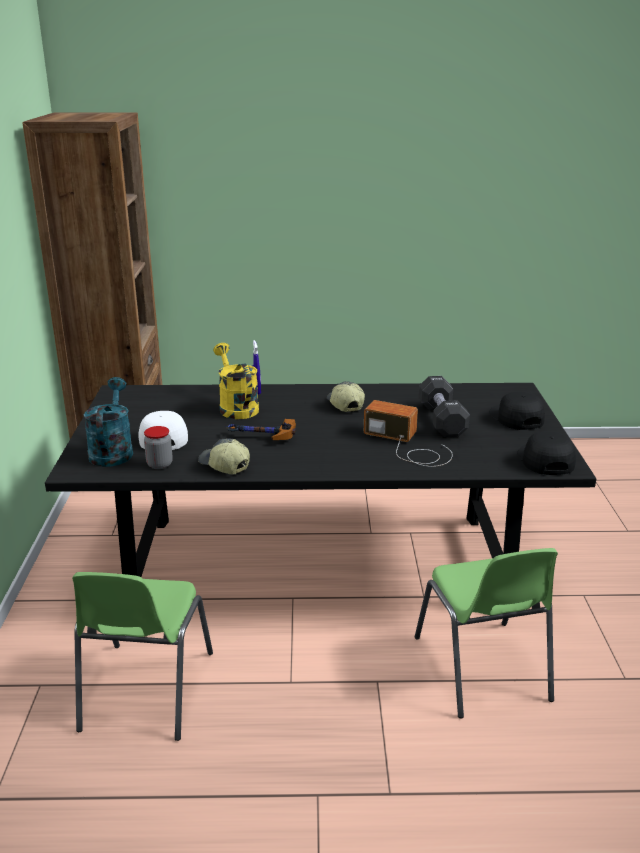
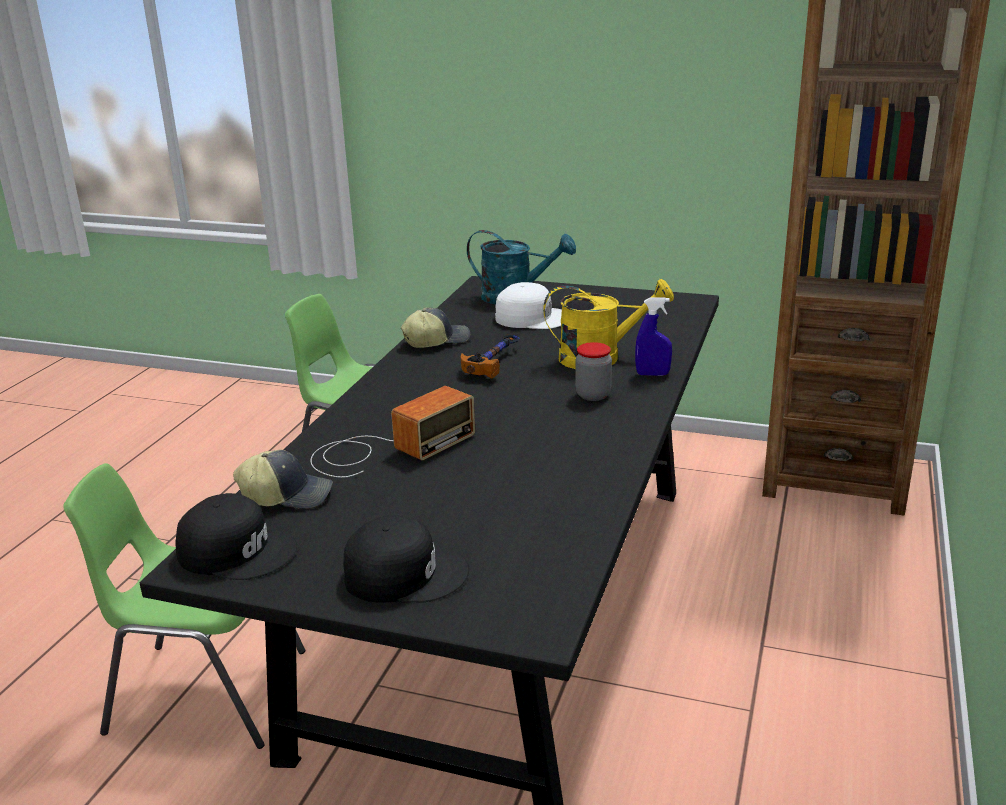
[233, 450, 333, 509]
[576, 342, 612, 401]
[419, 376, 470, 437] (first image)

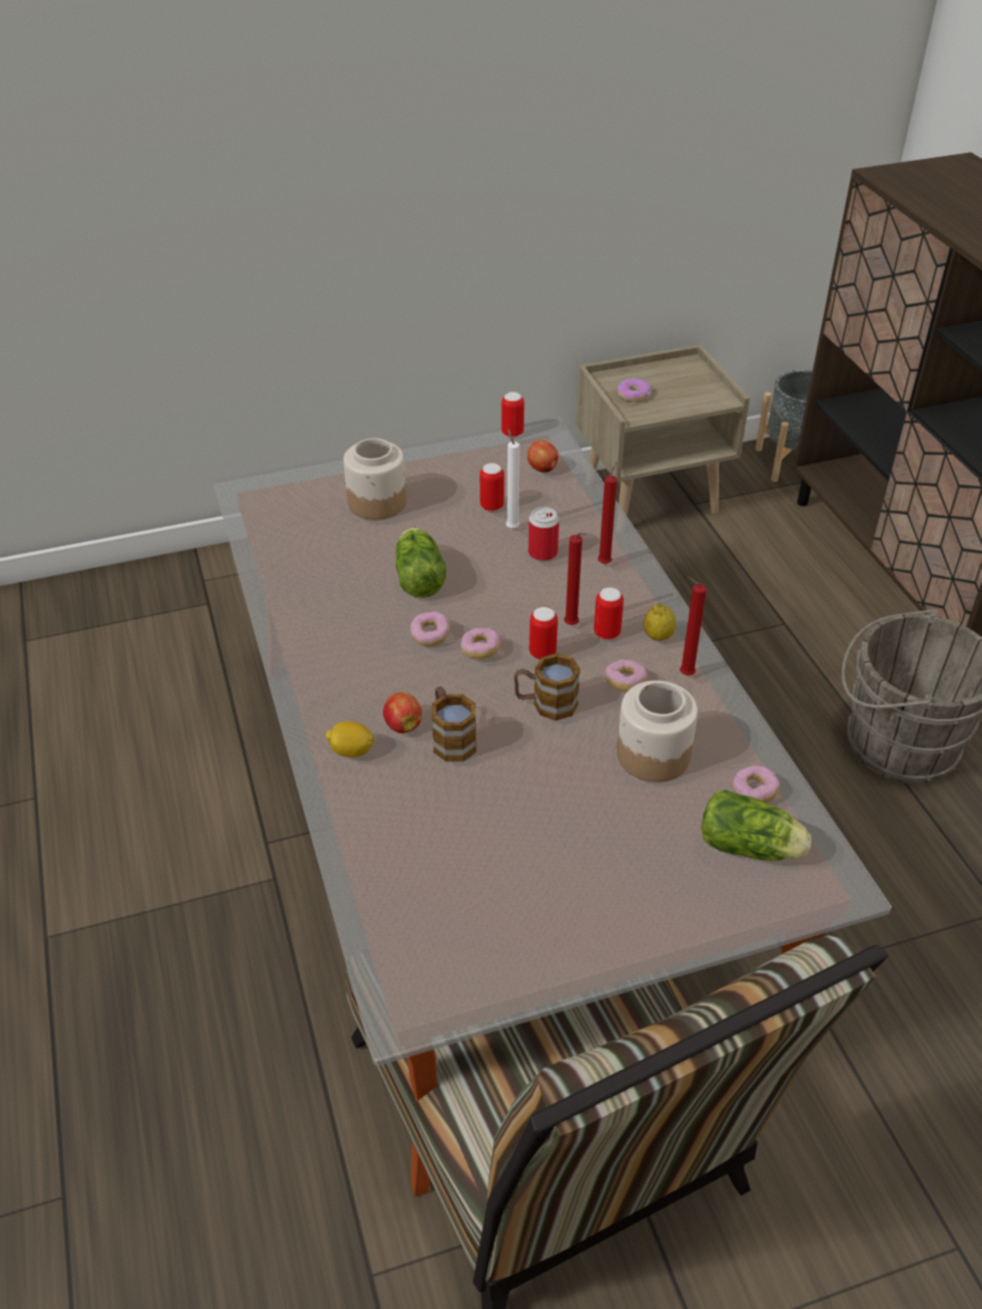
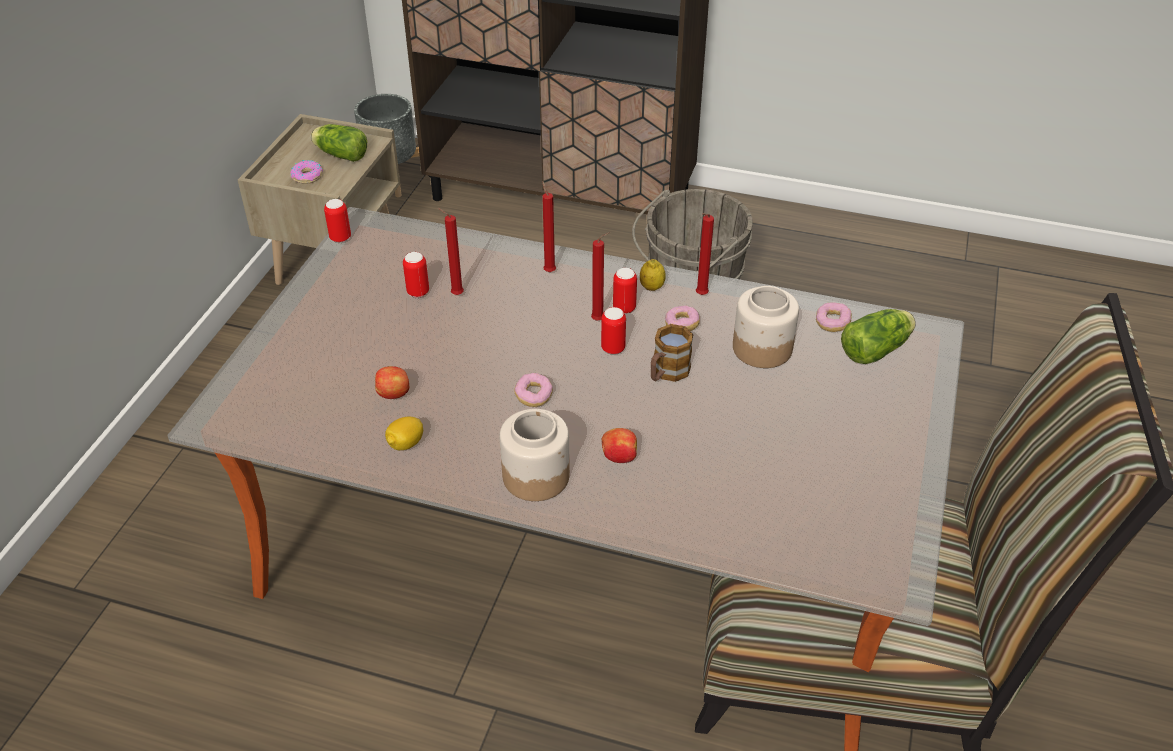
[311, 124, 367, 162]
[375, 366, 409, 399]
[385, 417, 423, 450]
[438, 208, 464, 295]
[500, 409, 570, 501]
[432, 686, 476, 762] (first image)
[461, 628, 500, 659] (first image)
[528, 507, 559, 561] (first image)

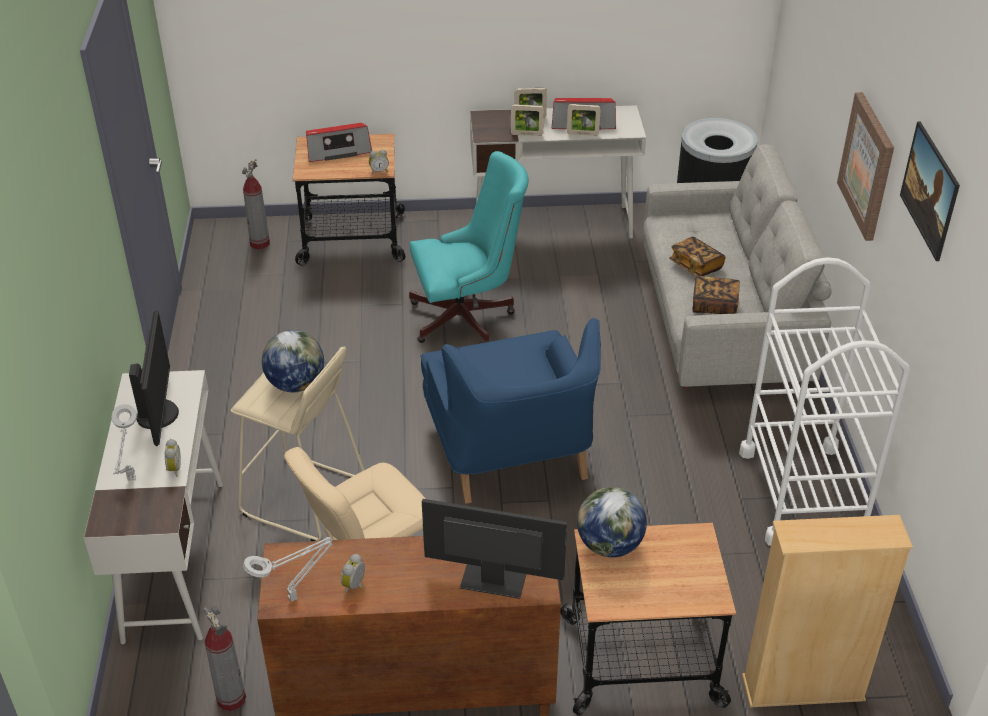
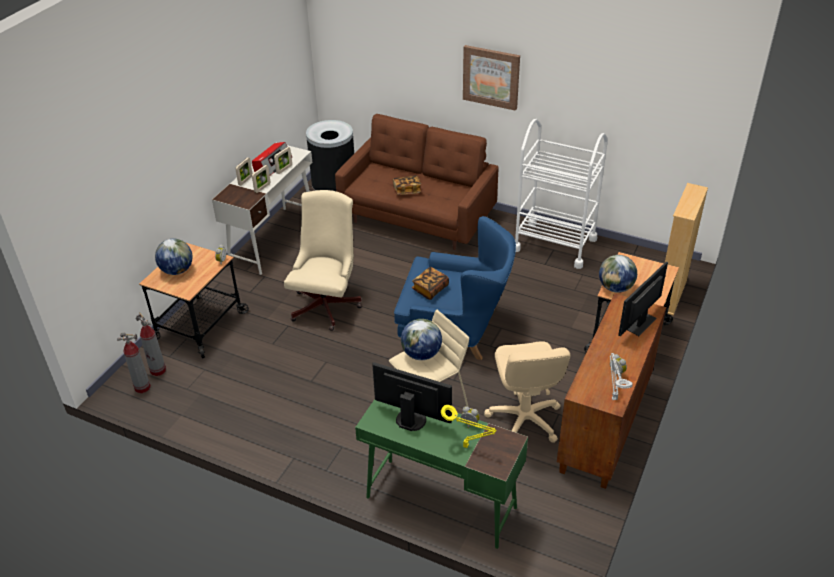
[117, 333, 151, 393]
[155, 239, 193, 275]
[284, 190, 362, 331]
[335, 114, 499, 250]
[355, 399, 528, 549]
[412, 267, 449, 300]
[441, 405, 497, 448]
[900, 121, 960, 261] (first image)

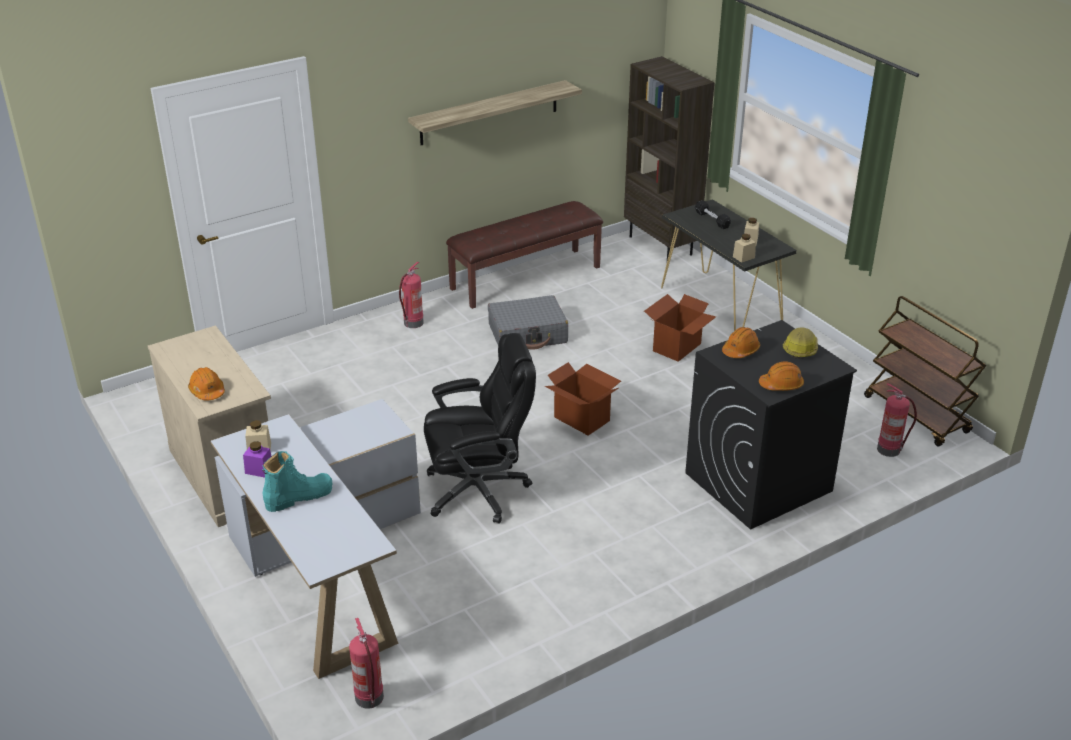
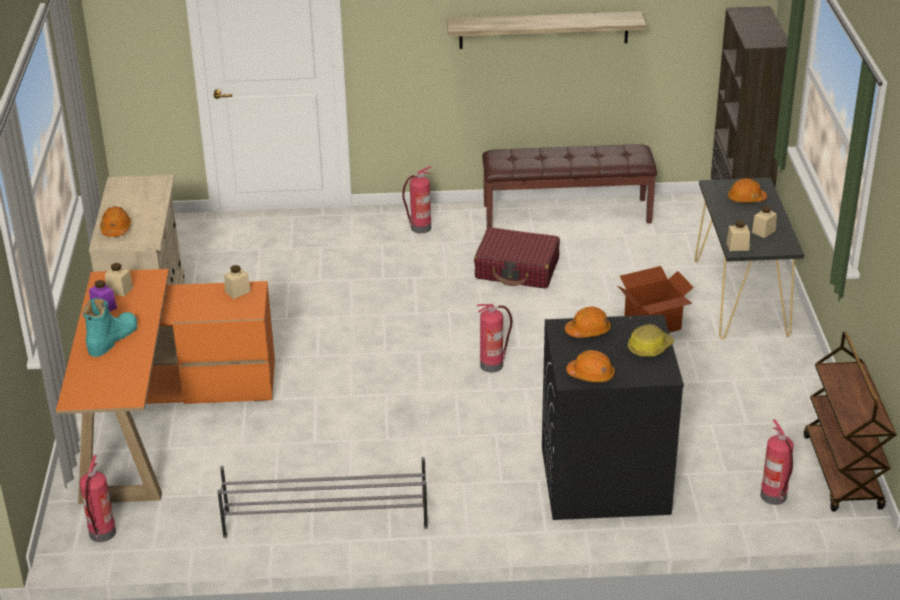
[56, 269, 275, 504]
[83, 298, 137, 357]
[217, 457, 428, 538]
[224, 265, 251, 299]
[474, 227, 560, 289]
[477, 304, 512, 373]
[728, 178, 767, 203]
[424, 333, 536, 524] (first image)

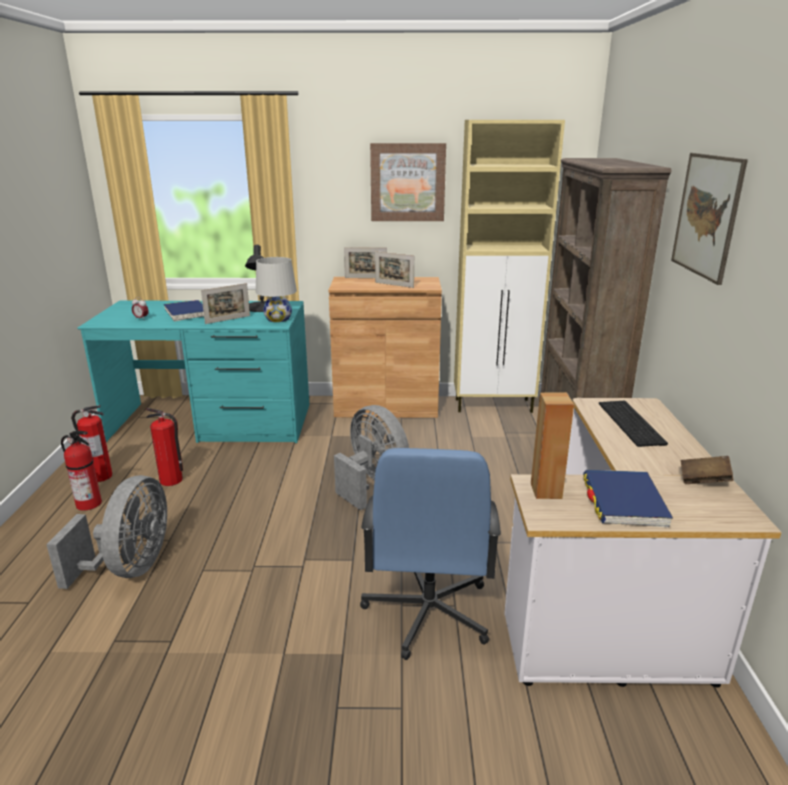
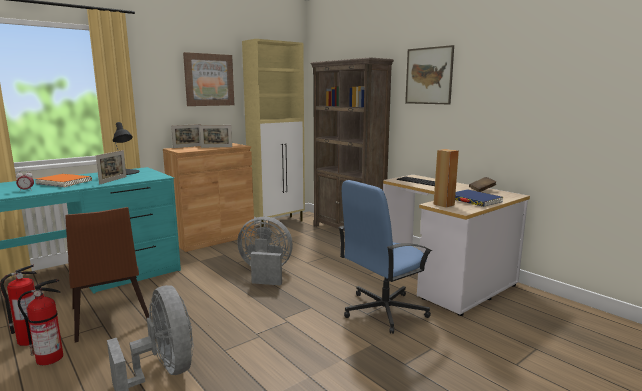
[35, 174, 92, 187]
[65, 207, 149, 342]
[338, 180, 432, 334]
[256, 257, 297, 322] (first image)

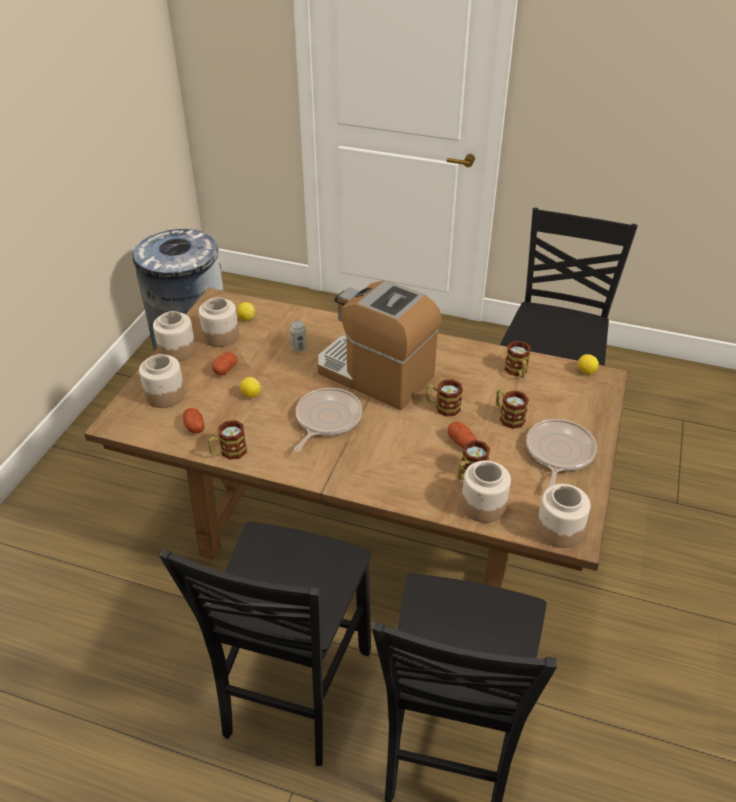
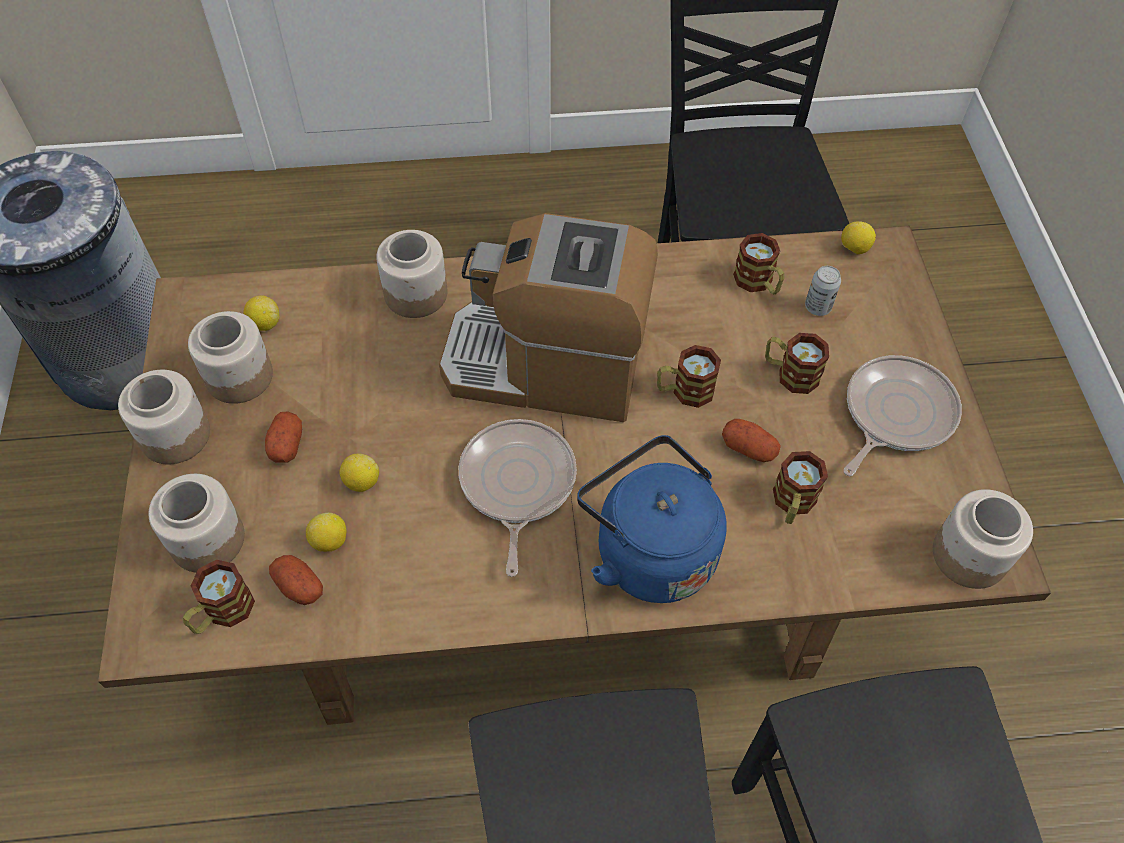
[183, 560, 255, 634]
[306, 513, 346, 552]
[376, 230, 447, 318]
[577, 435, 727, 603]
[805, 266, 841, 316]
[843, 355, 962, 476]

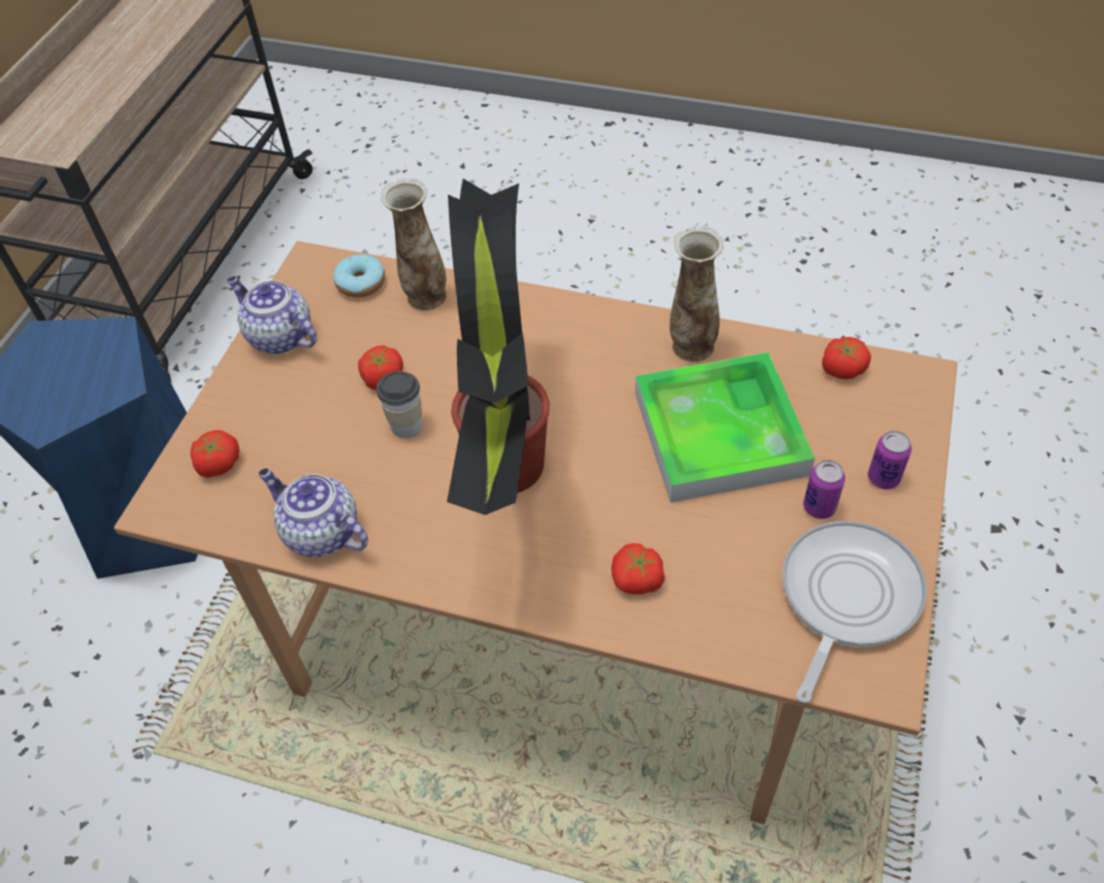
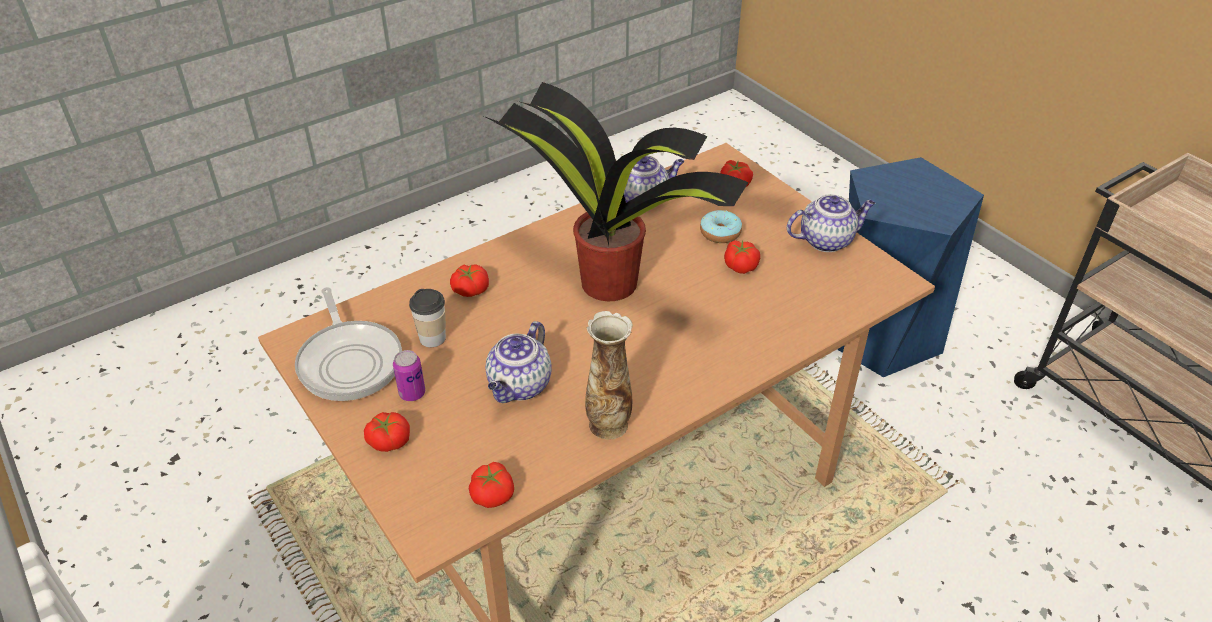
[364, 412, 410, 452]
[409, 289, 446, 347]
[485, 321, 552, 403]
[700, 210, 742, 243]
[381, 178, 447, 310] (first image)

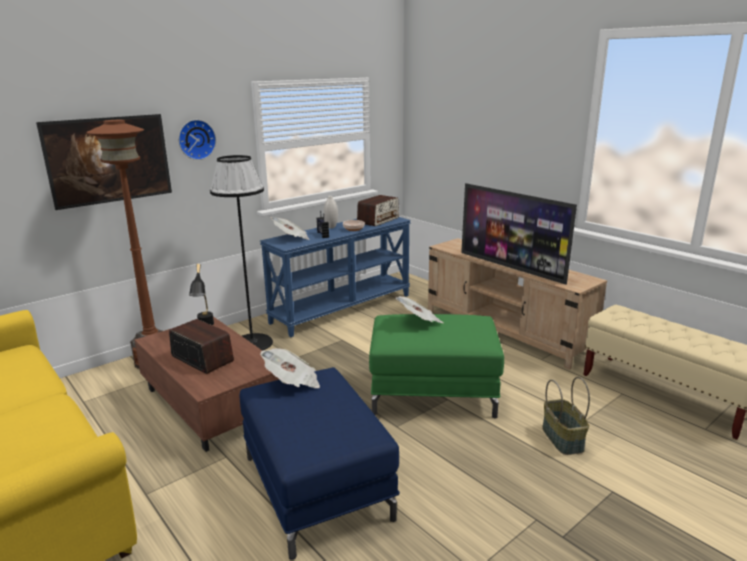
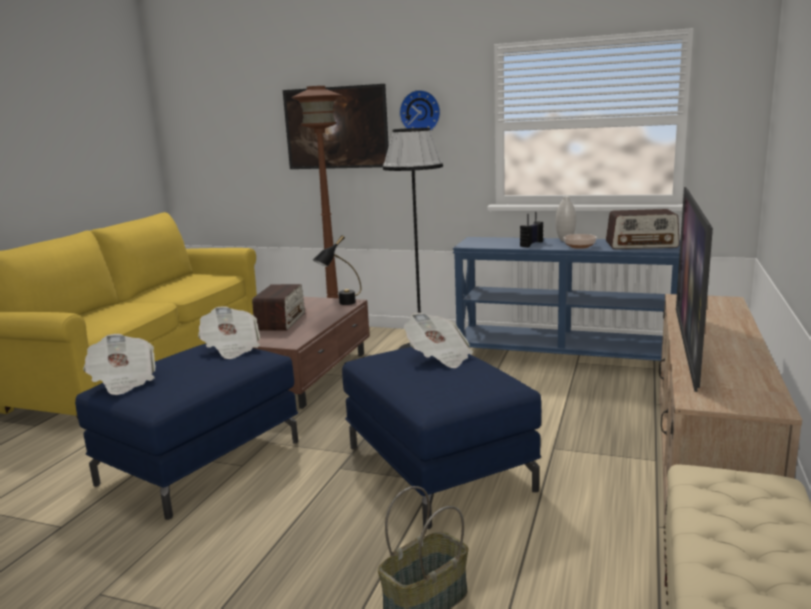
[83, 334, 156, 395]
[342, 347, 541, 530]

